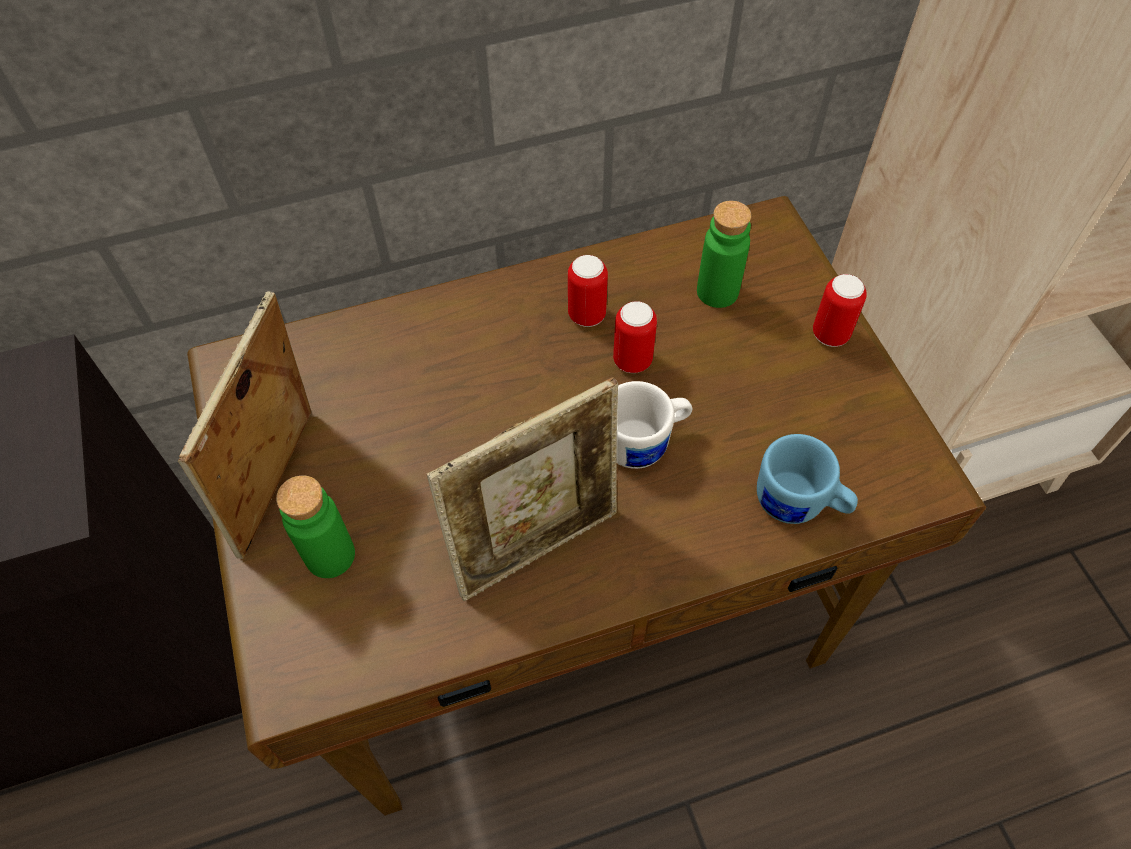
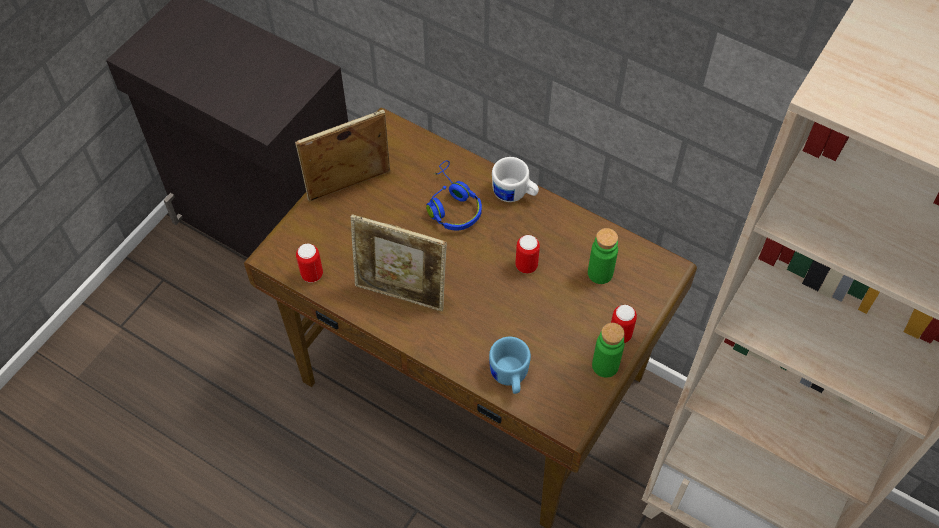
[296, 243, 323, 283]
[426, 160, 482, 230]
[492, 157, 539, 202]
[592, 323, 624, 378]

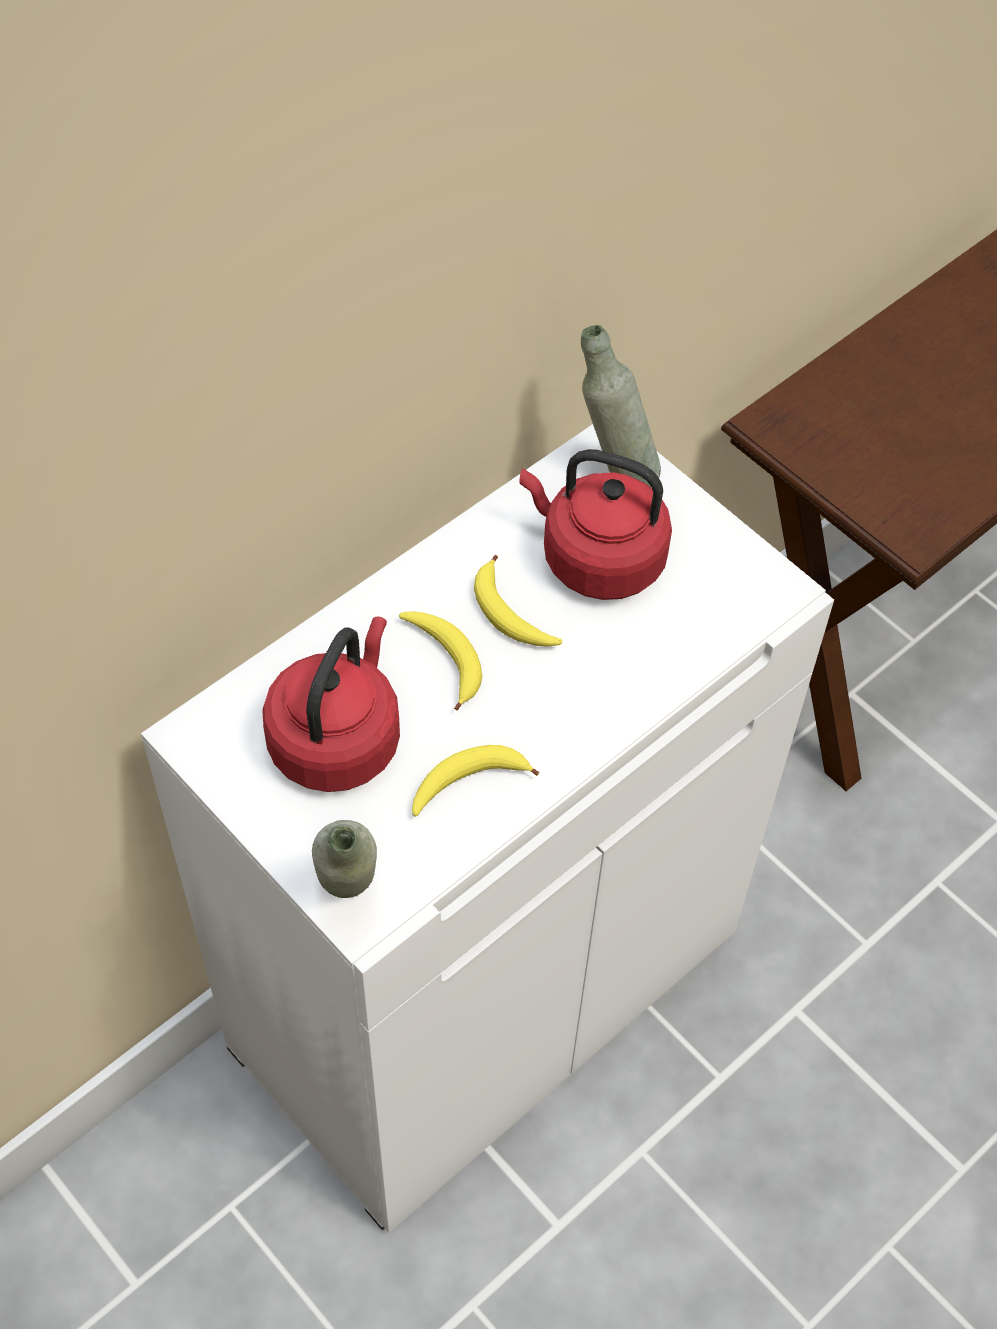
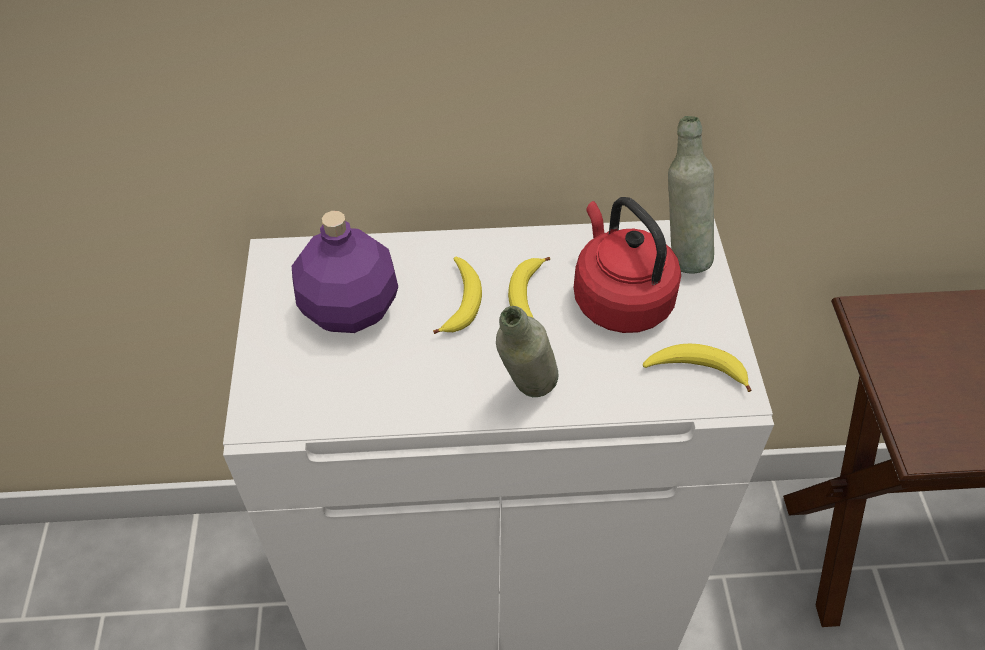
[292, 211, 398, 333]
[496, 306, 558, 398]
[643, 344, 751, 392]

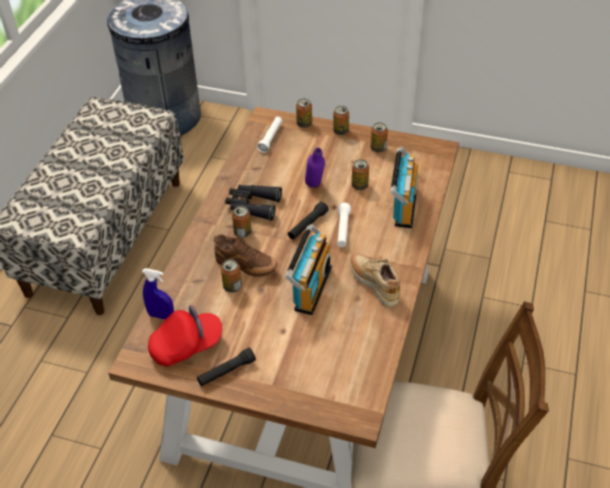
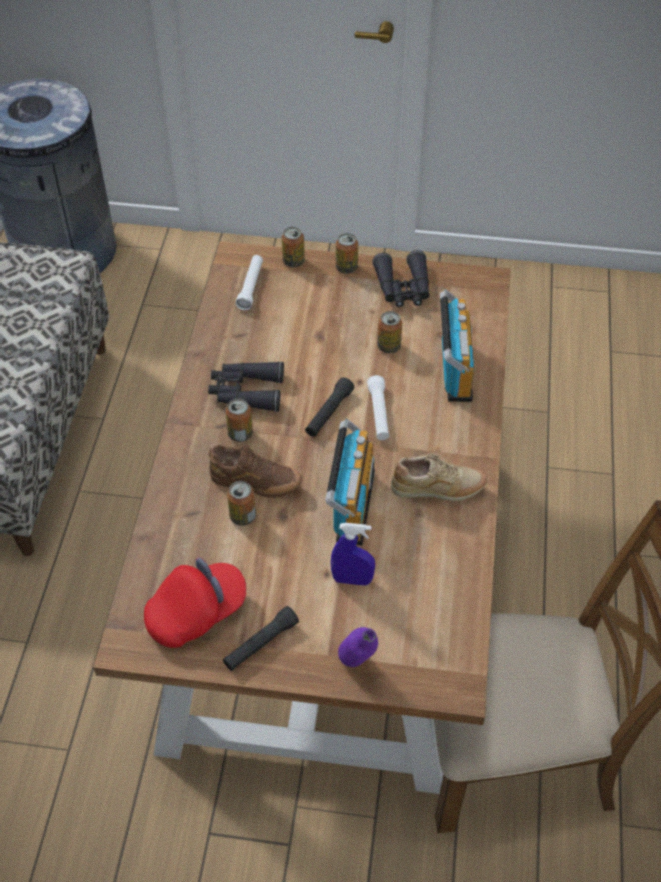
[331, 523, 375, 586]
[338, 627, 378, 667]
[372, 250, 430, 307]
[391, 453, 488, 501]

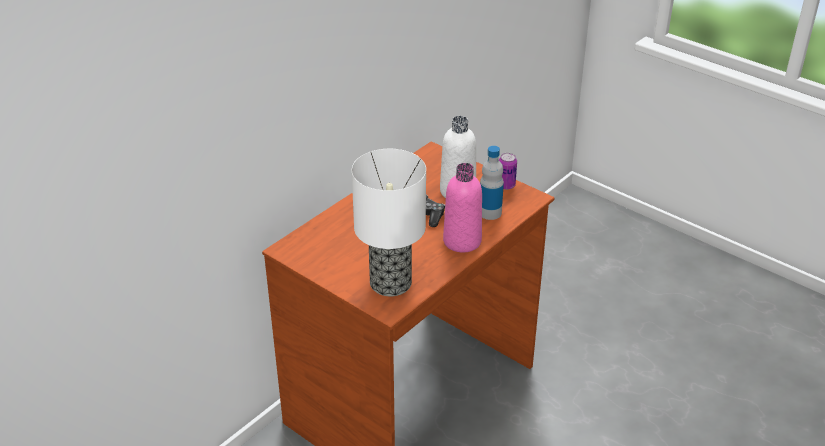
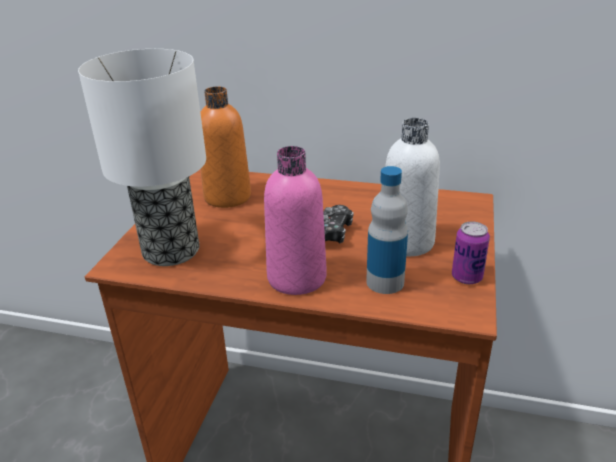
[200, 87, 251, 208]

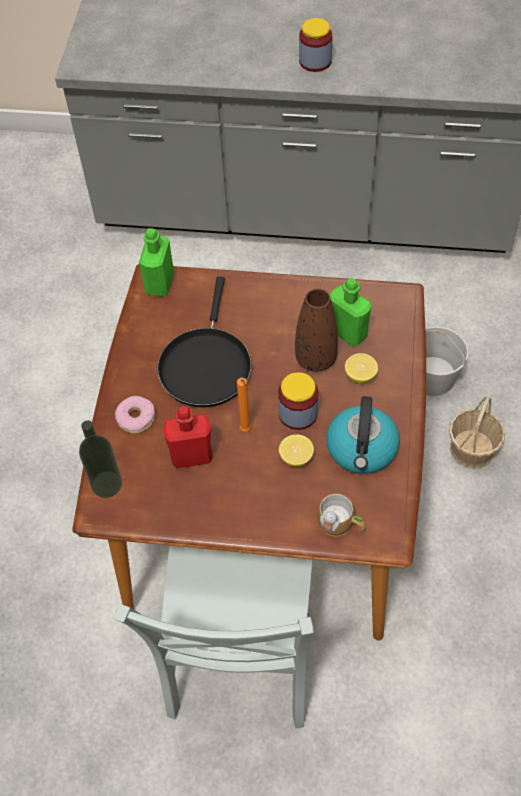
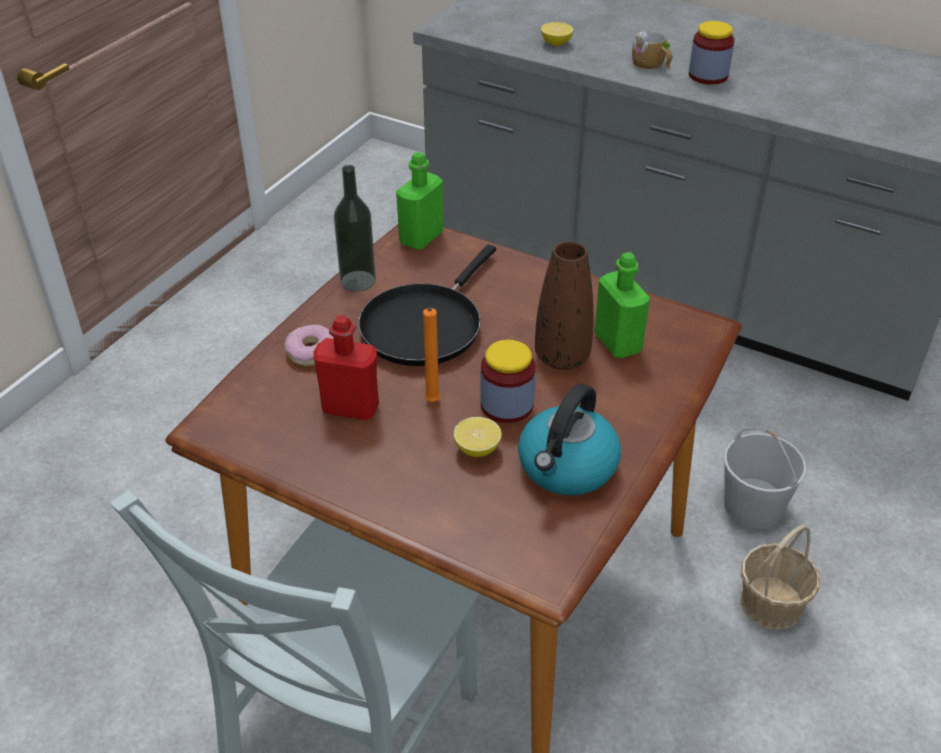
[334, 165, 376, 292]
[541, 22, 573, 46]
[632, 31, 673, 69]

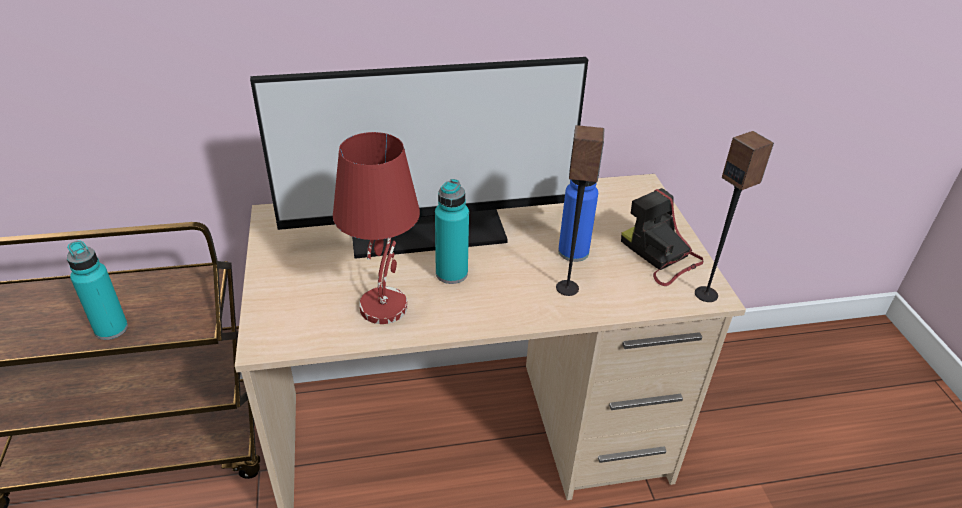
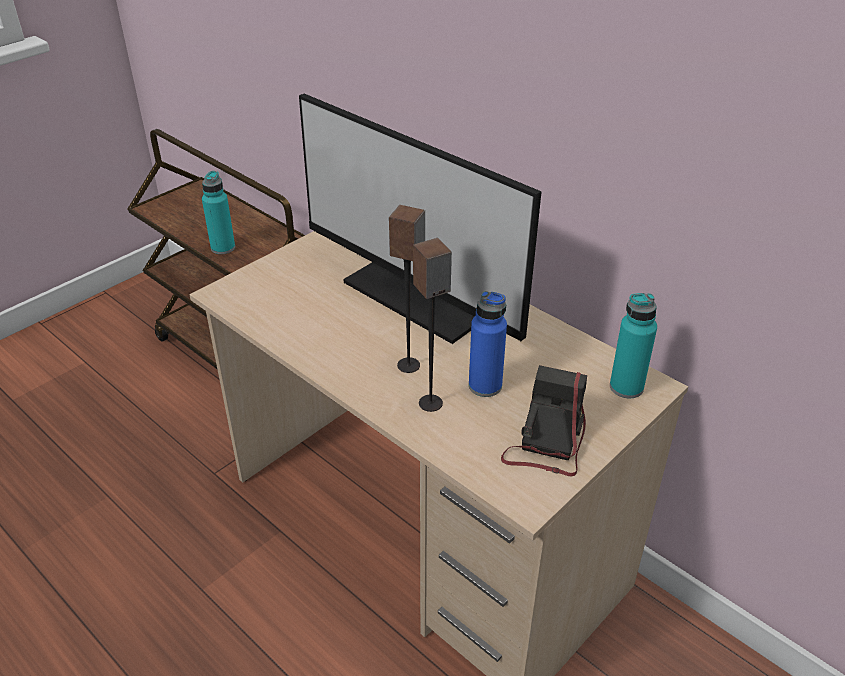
[389, 205, 425, 373]
[610, 293, 657, 399]
[333, 132, 420, 324] (first image)

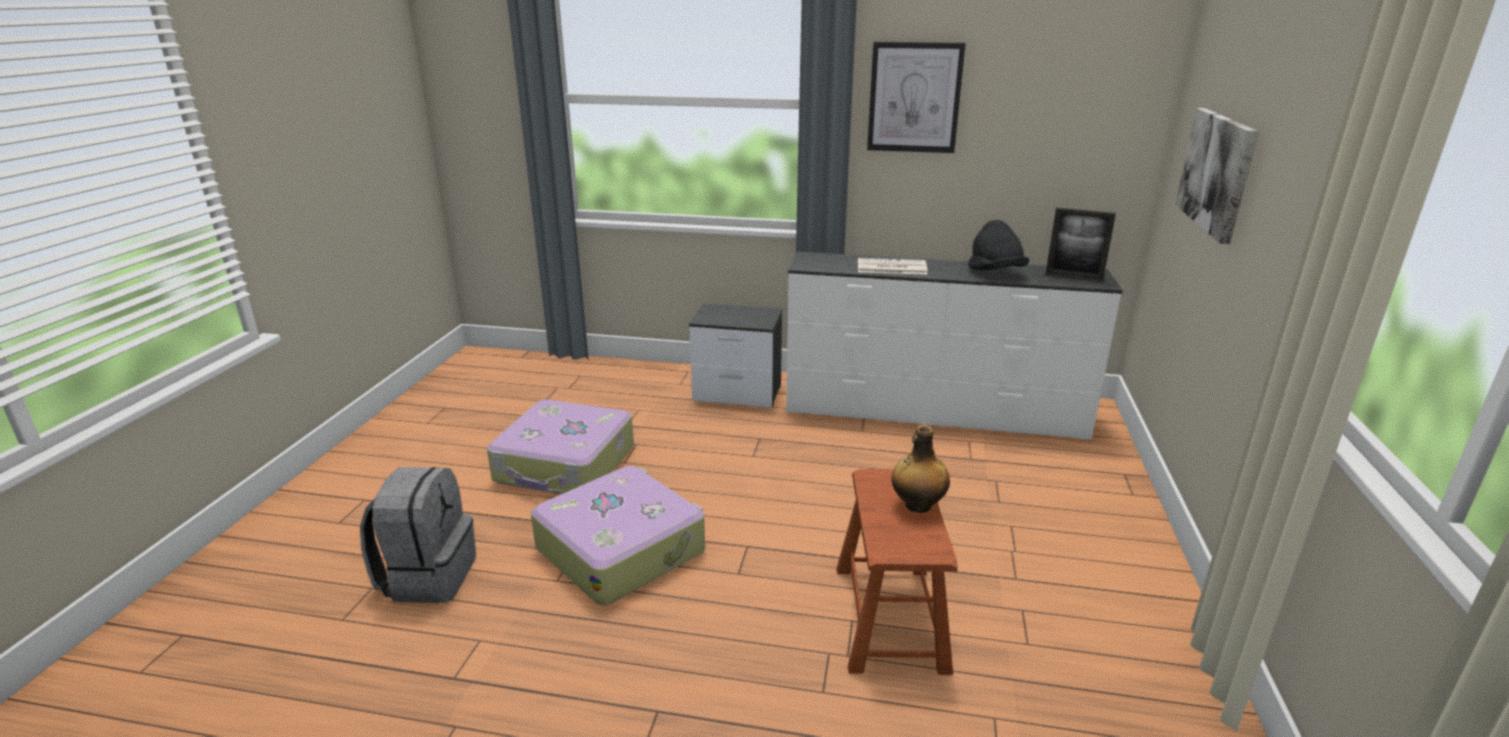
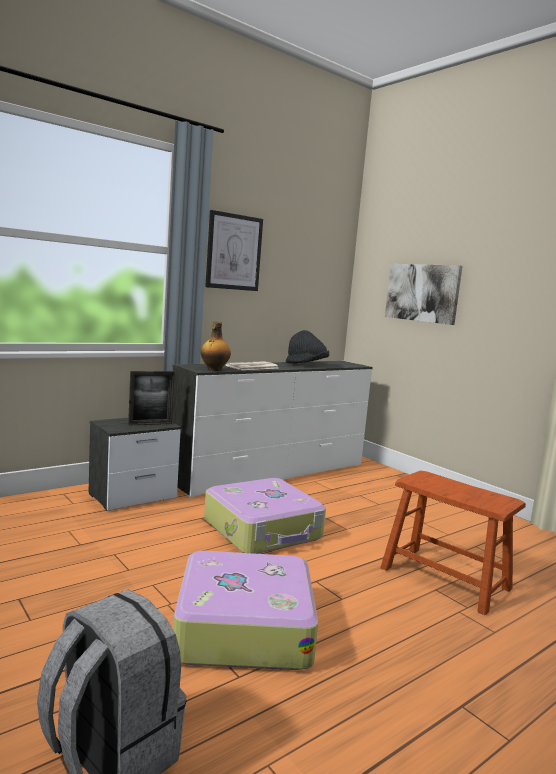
[128, 371, 175, 426]
[201, 321, 231, 371]
[204, 478, 326, 554]

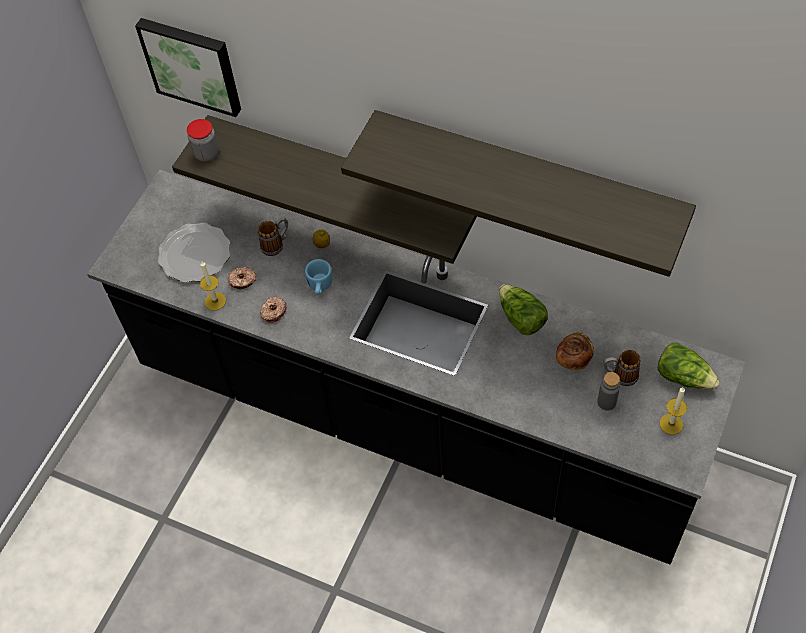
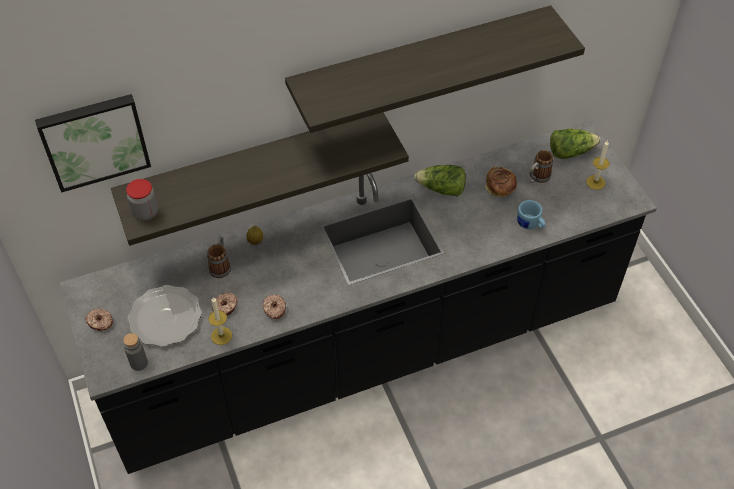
[85, 308, 113, 331]
[123, 333, 148, 371]
[517, 200, 546, 229]

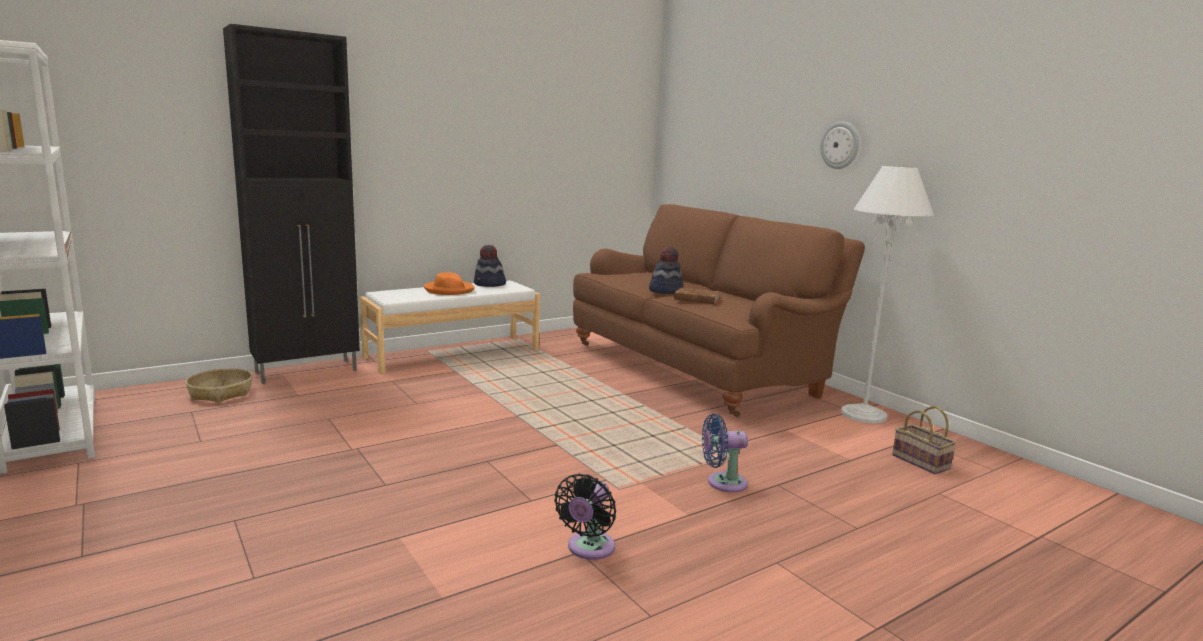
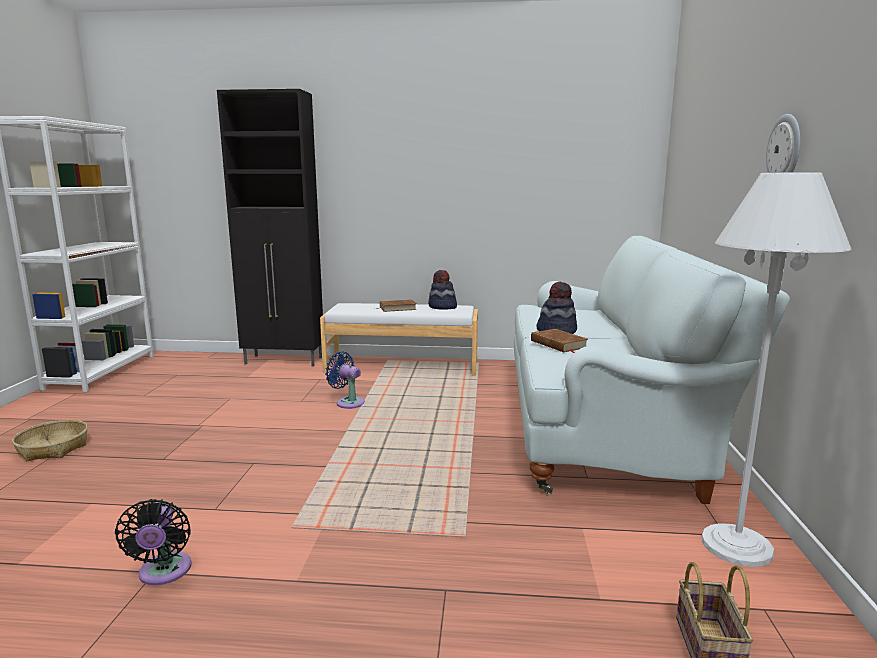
[12, 420, 88, 461]
[115, 499, 191, 585]
[325, 352, 365, 409]
[375, 299, 417, 312]
[514, 236, 790, 504]

